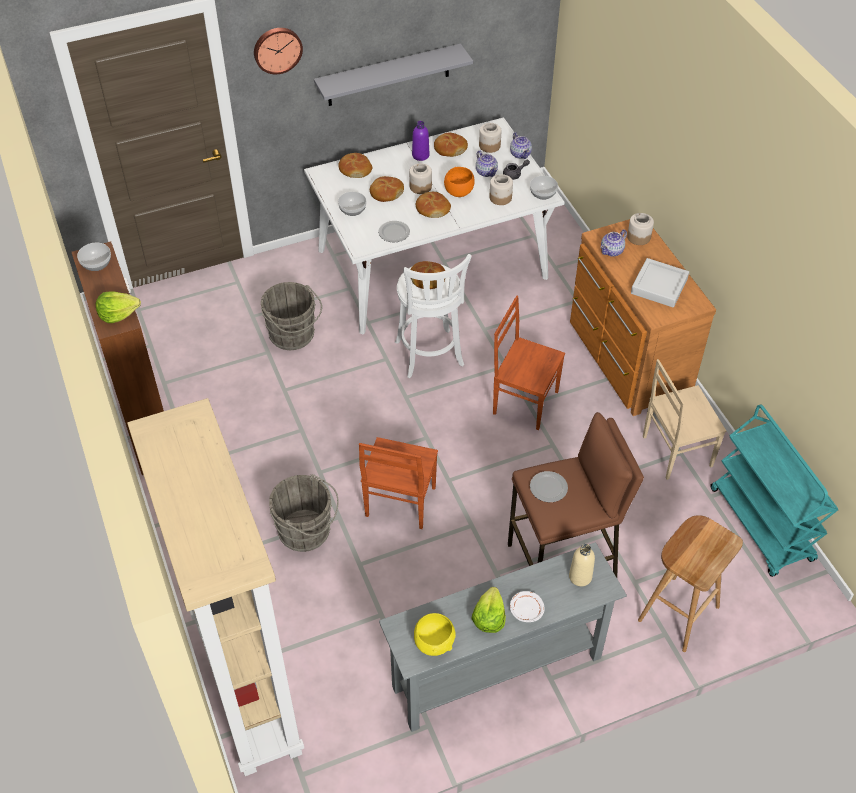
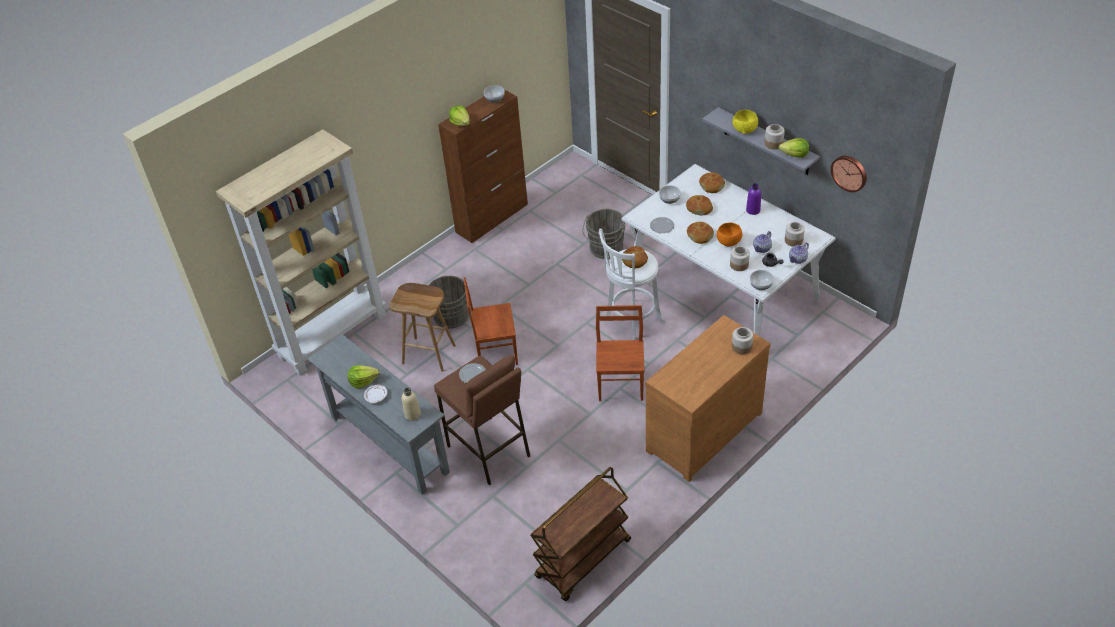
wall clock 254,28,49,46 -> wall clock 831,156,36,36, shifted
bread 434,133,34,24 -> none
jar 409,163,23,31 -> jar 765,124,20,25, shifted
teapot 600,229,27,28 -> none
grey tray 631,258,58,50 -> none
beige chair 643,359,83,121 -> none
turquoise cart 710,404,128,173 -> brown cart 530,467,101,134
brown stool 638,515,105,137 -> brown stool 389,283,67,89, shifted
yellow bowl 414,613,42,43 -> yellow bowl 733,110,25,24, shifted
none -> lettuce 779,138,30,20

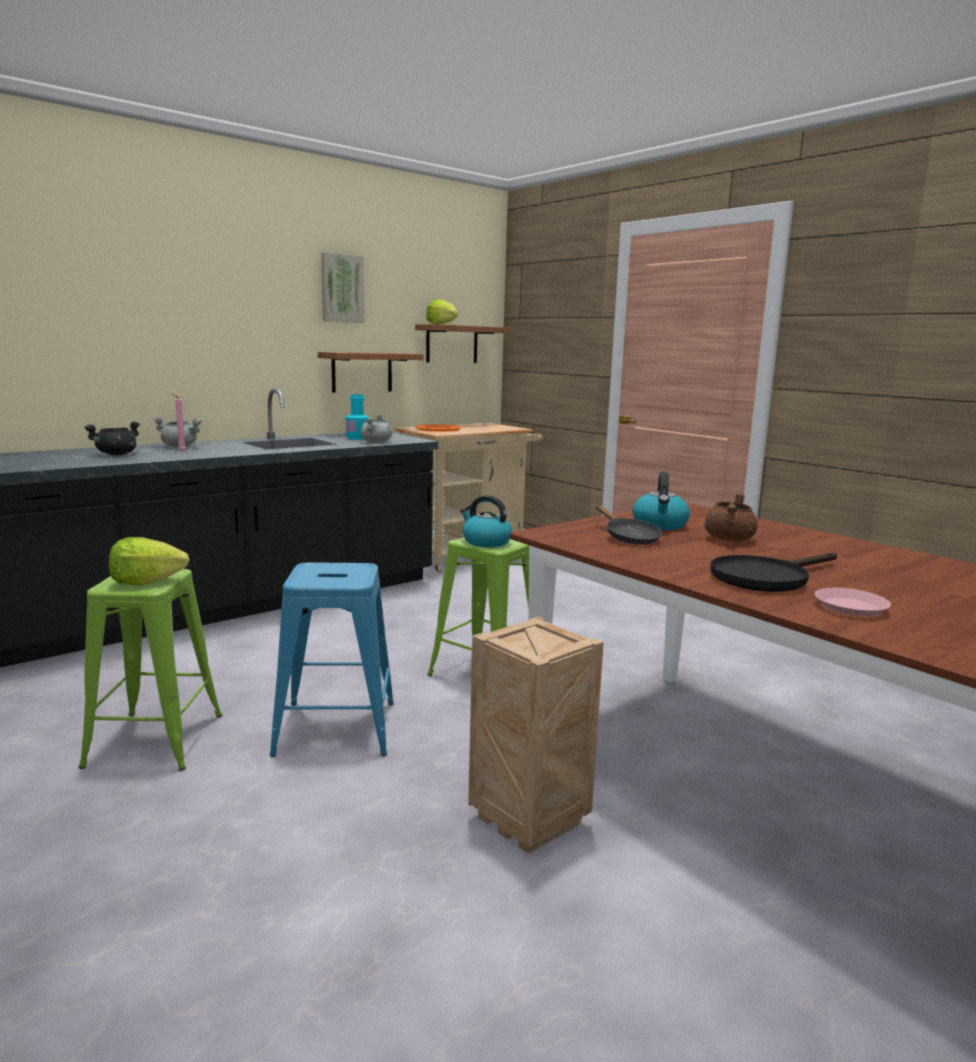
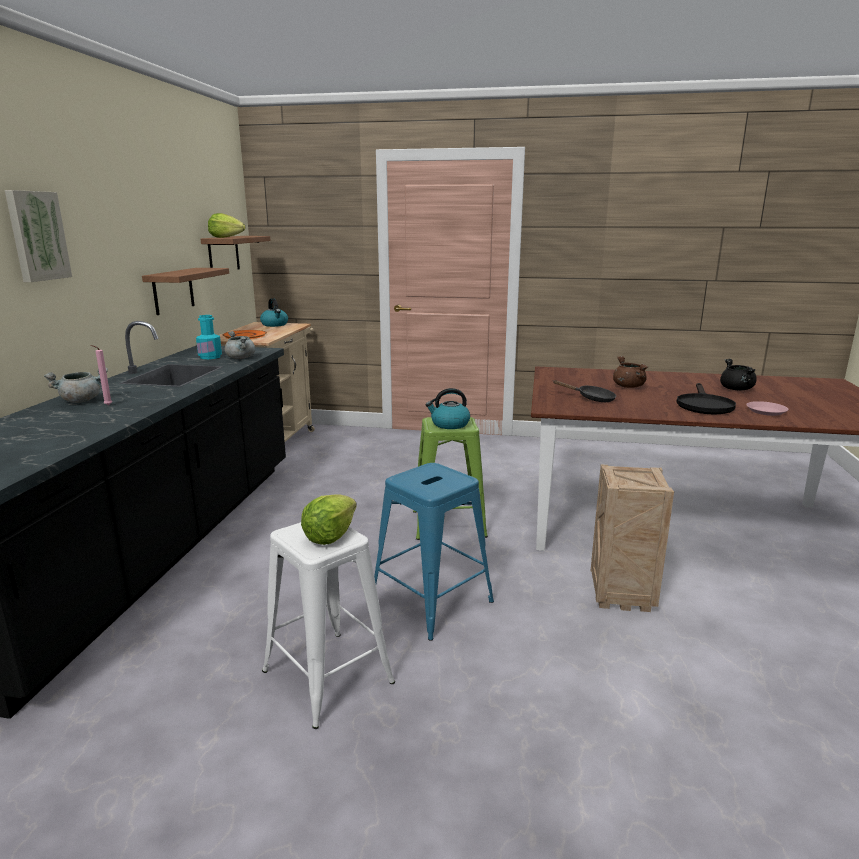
picture 321,252,43,71 -> picture 5,190,67,92, shifted
black cooking pot 84,421,56,34 -> black cooking pot 720,358,37,32, shifted
kettle 632,472,58,58 -> kettle 260,298,28,29, shifted
green stool 78,569,144,202 -> white stool 262,522,133,207

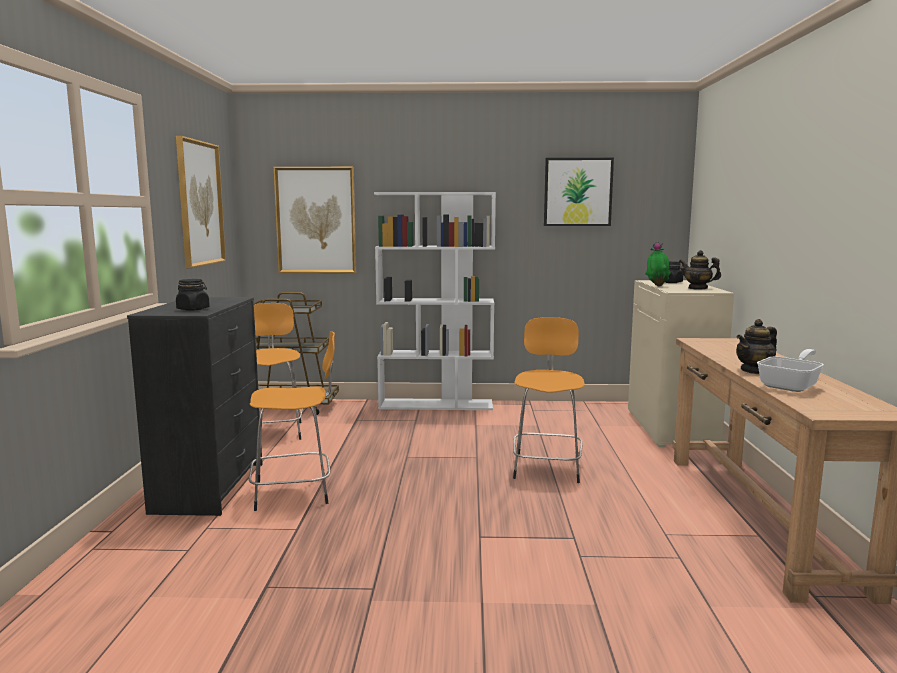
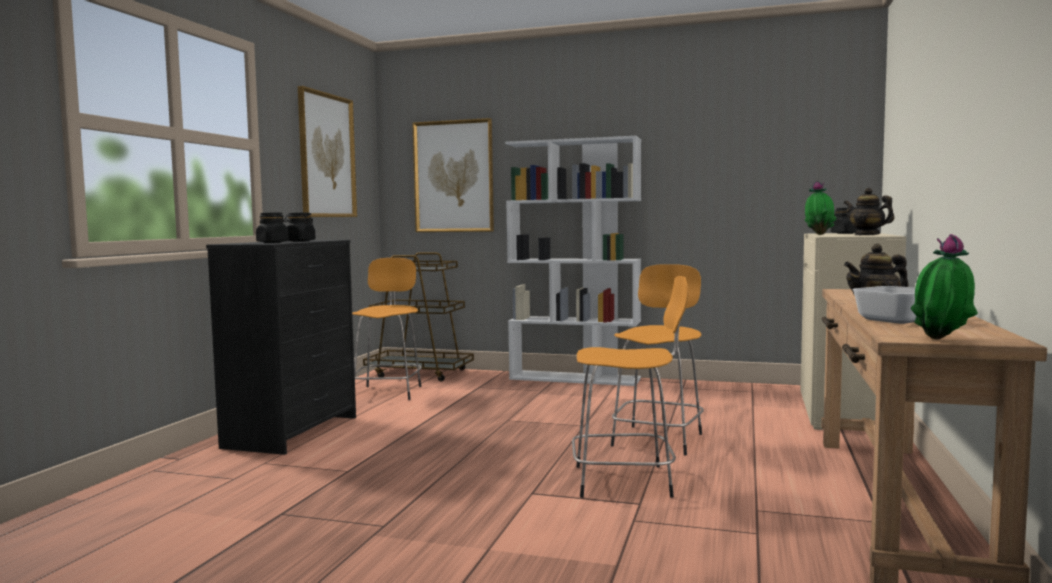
picture 544,158,70,68 -> none
orange stool 249,331,86,180 -> orange stool 572,276,117,222, shifted
none -> black jar 284,213,32,29
none -> potted plant 910,234,68,105

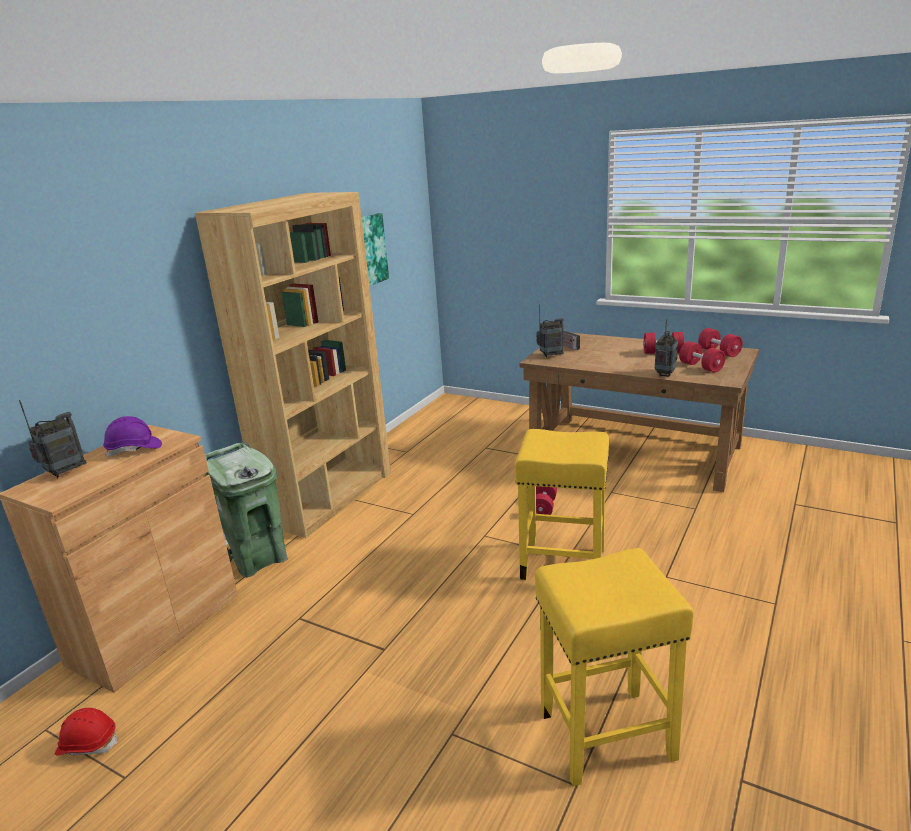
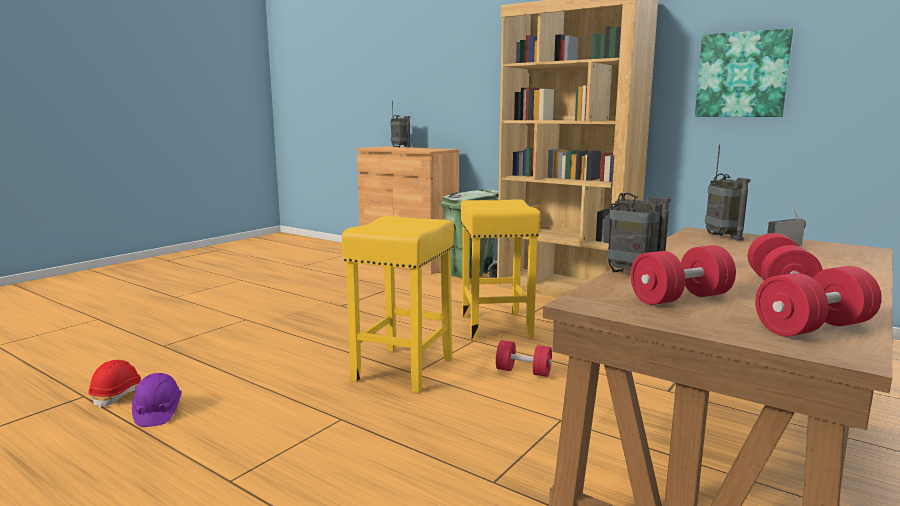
purple hard hat 103,416,59,41 -> purple hard hat 132,373,50,54, shifted
yellow stool 535,548,159,238 -> yellow stool 461,199,79,141, shifted
red hard hat 55,708,63,48 -> red hard hat 88,360,53,48, shifted

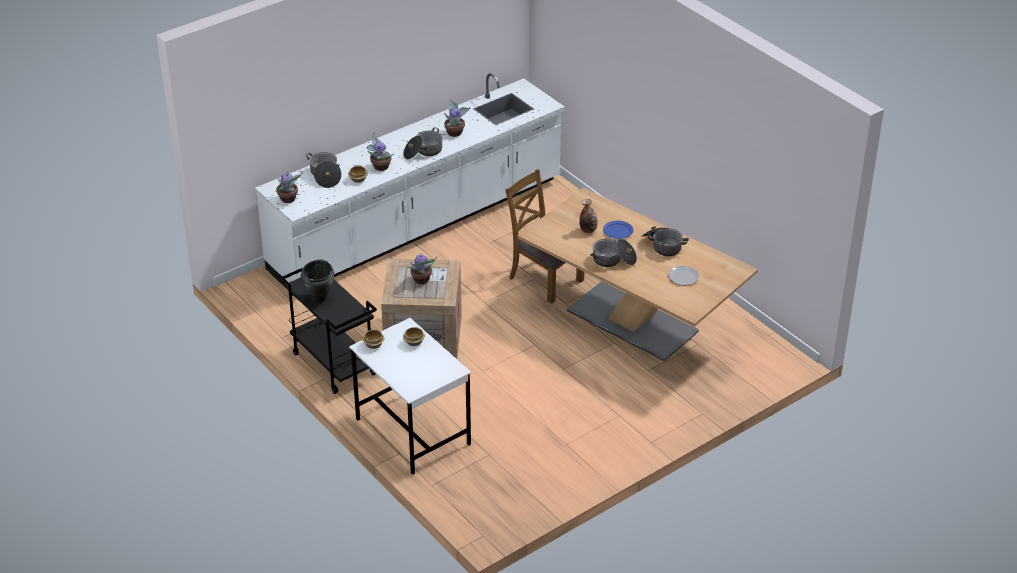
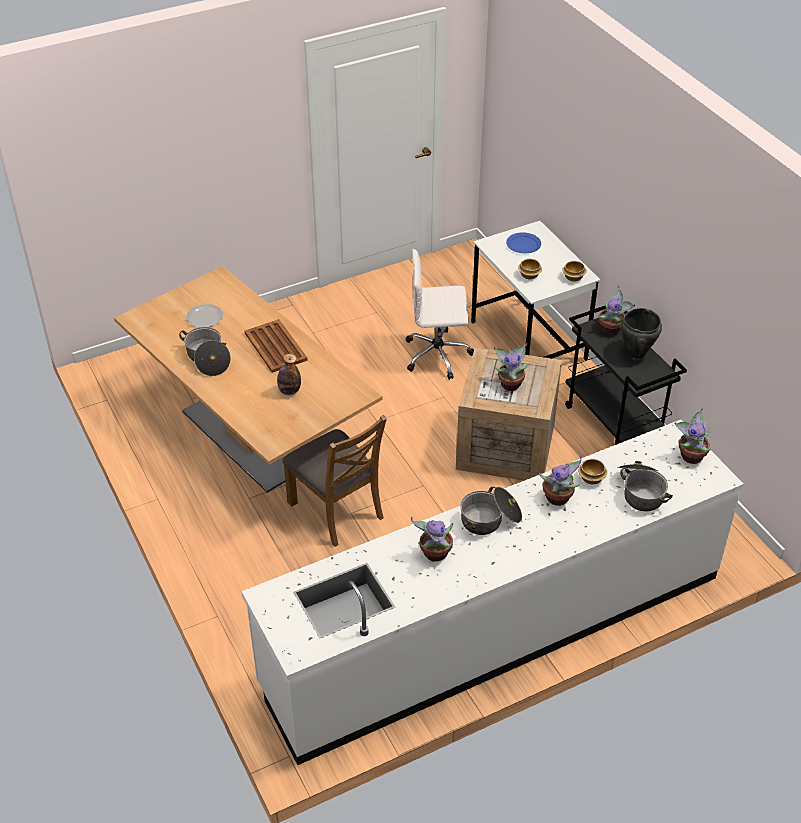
blue plate 603,221,30,18 -> blue plate 506,232,35,21, shifted
cooking pot 590,239,47,28 -> brown tray 244,319,64,54
none -> white office chair 406,249,68,131
none -> potted plant 597,286,38,49

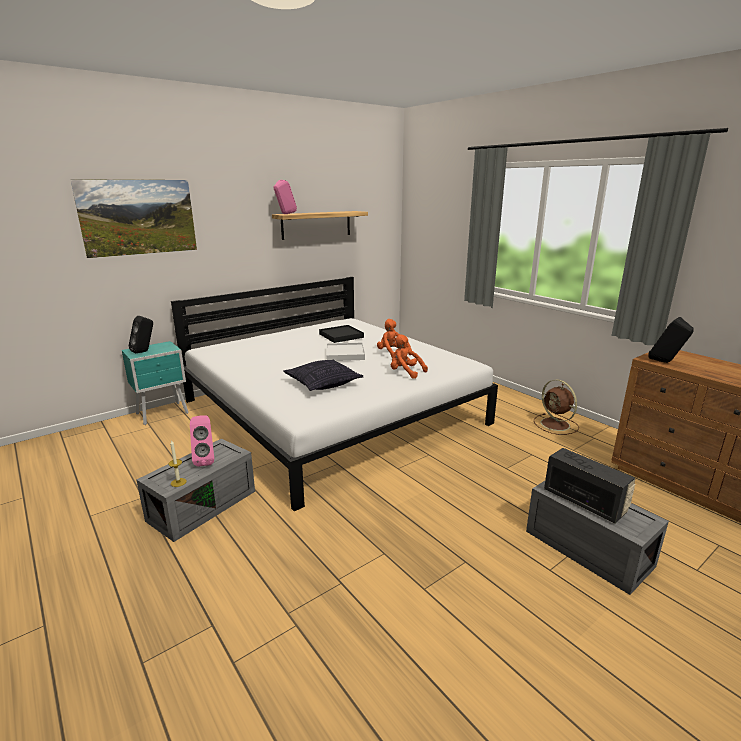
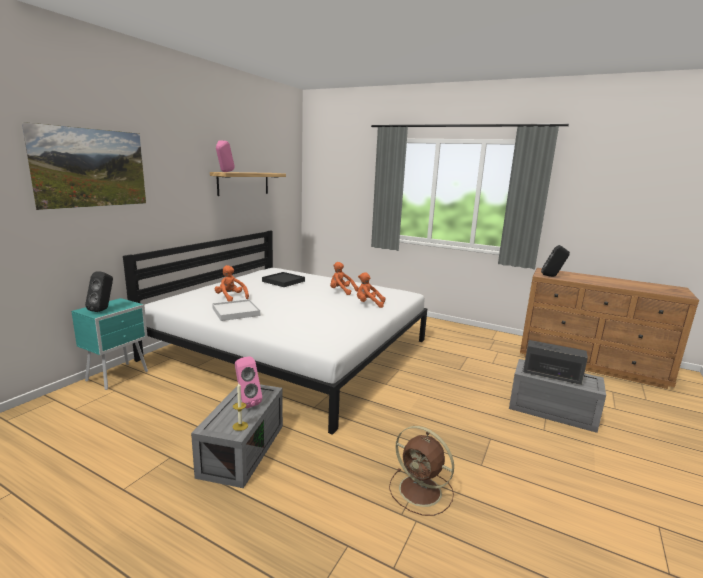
white tray 326,343,39,18 -> white tray 212,299,48,22, shifted
pillow 284,360,80,31 -> none
brown fan 534,379,45,56 -> brown fan 389,426,65,90, shifted
none -> orange plush toy 215,265,34,37

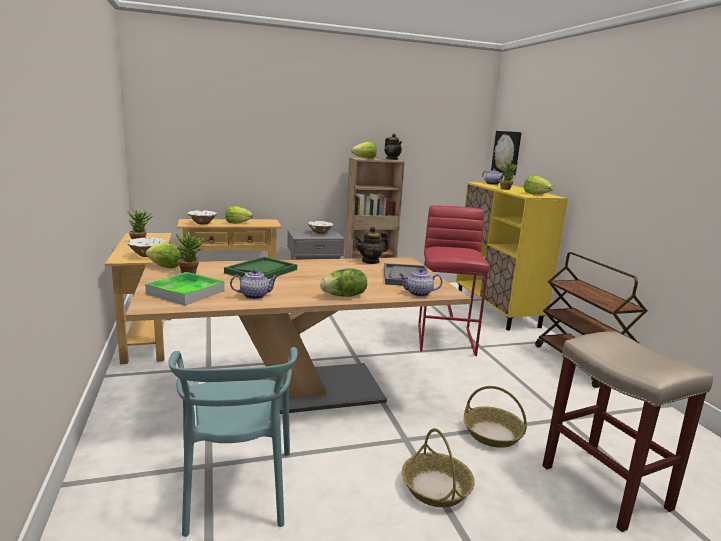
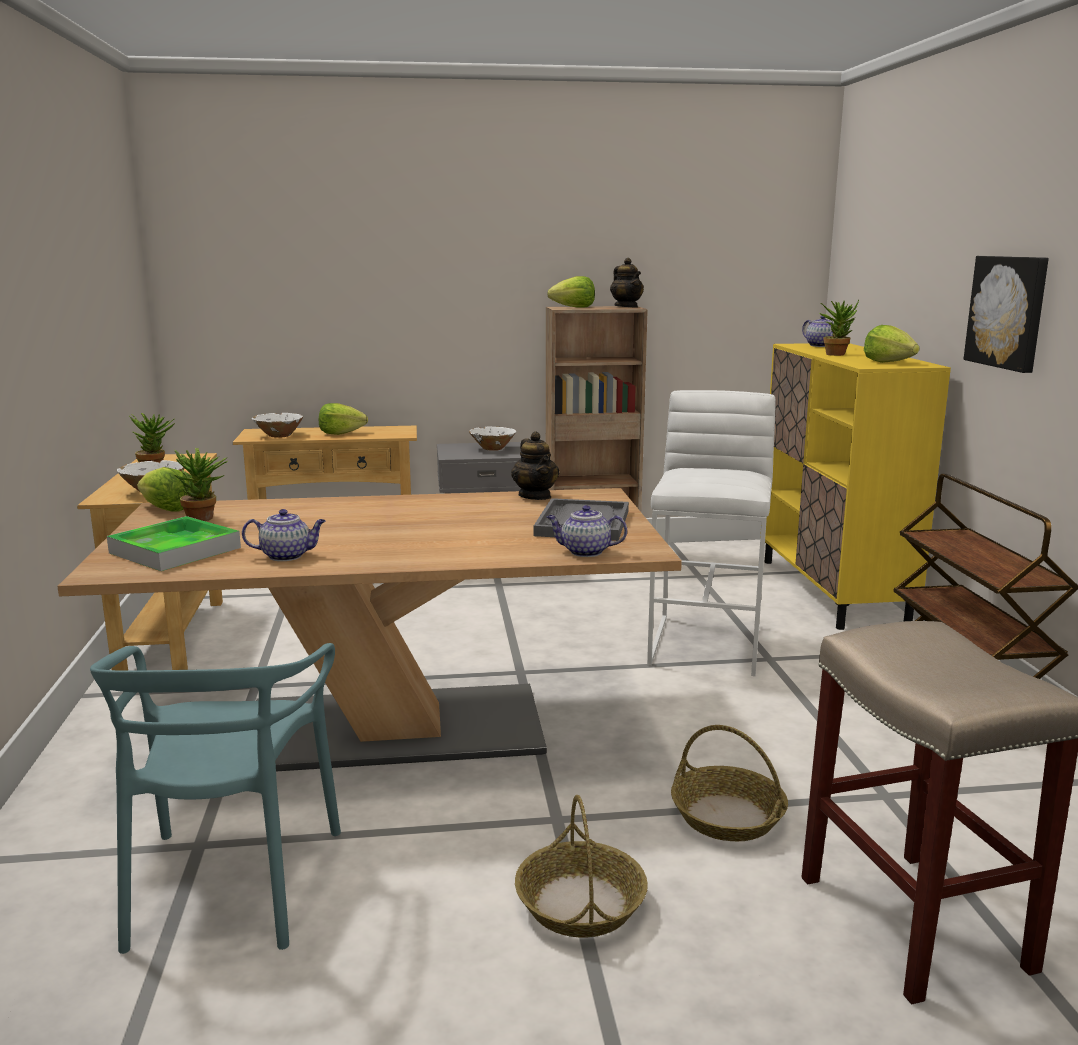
picture 491,131,31,44 -> picture 964,256,85,117, shifted
red stool 418,206,72,150 -> white stool 647,390,129,286
teapot 355,226,34,38 -> teapot 511,431,48,69, 90 degrees counterclockwise
green tray 224,257,73,22 -> none
lettuce 320,268,47,29 -> none

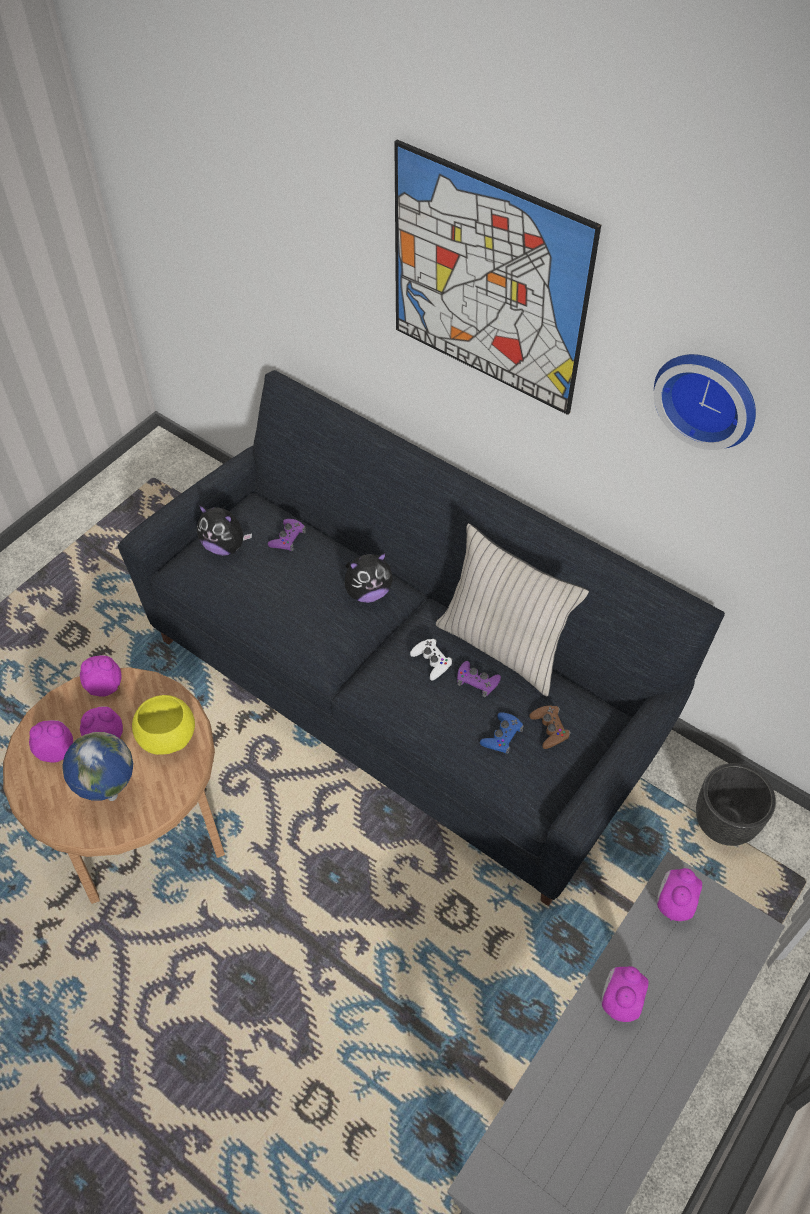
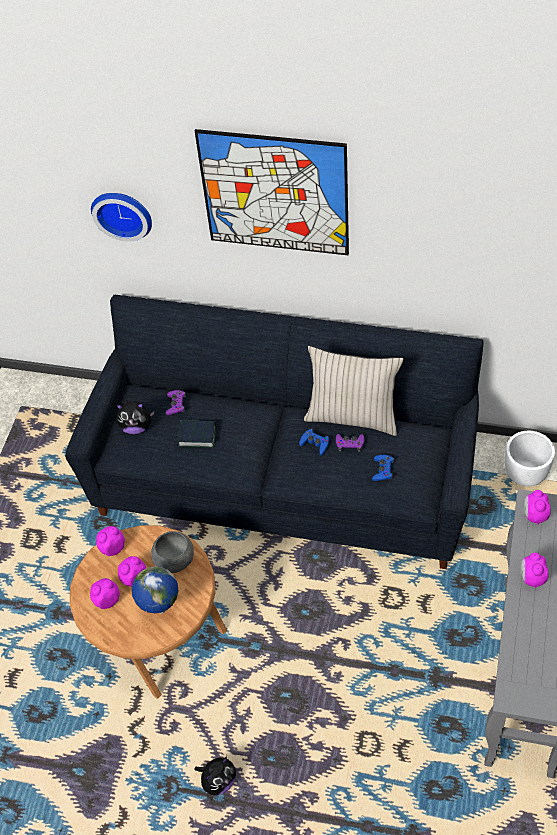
wall clock 654,354,102,96 -> wall clock 91,193,61,49, shifted
plush toy 345,552,48,51 -> plush toy 195,754,41,41, shifted
white game controller 410,639,43,42 -> blue game controller 299,429,30,26
yellow bowl 132,695,63,60 -> grey bowl 151,531,43,42
brown game controller 529,705,42,44 -> none
black planter 696,763,80,83 -> white planter 505,431,50,55
none -> book 177,420,39,28

